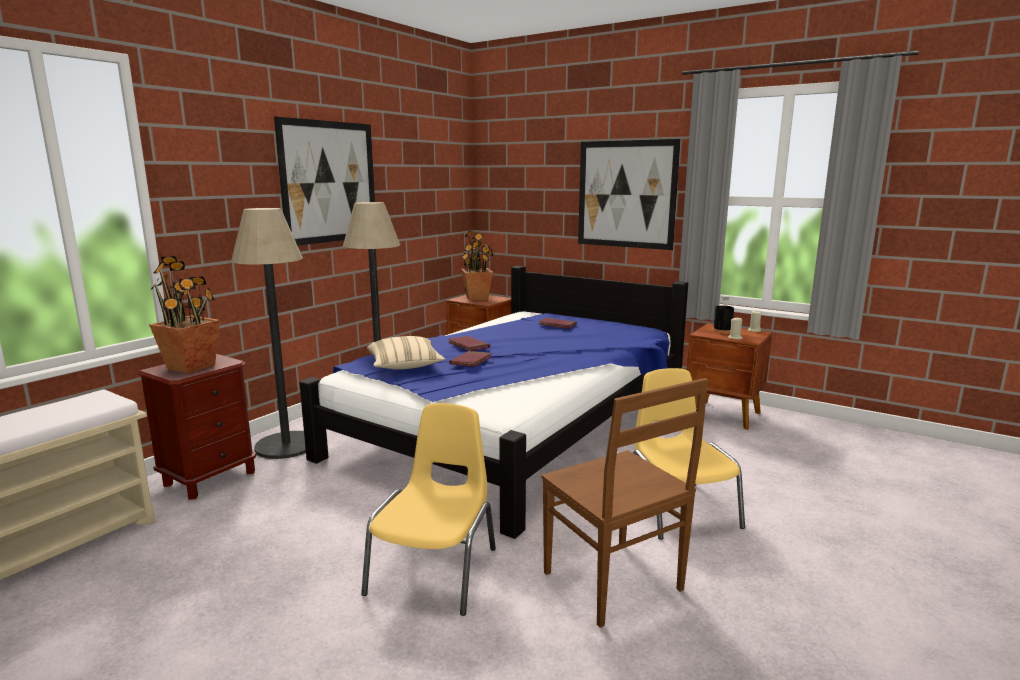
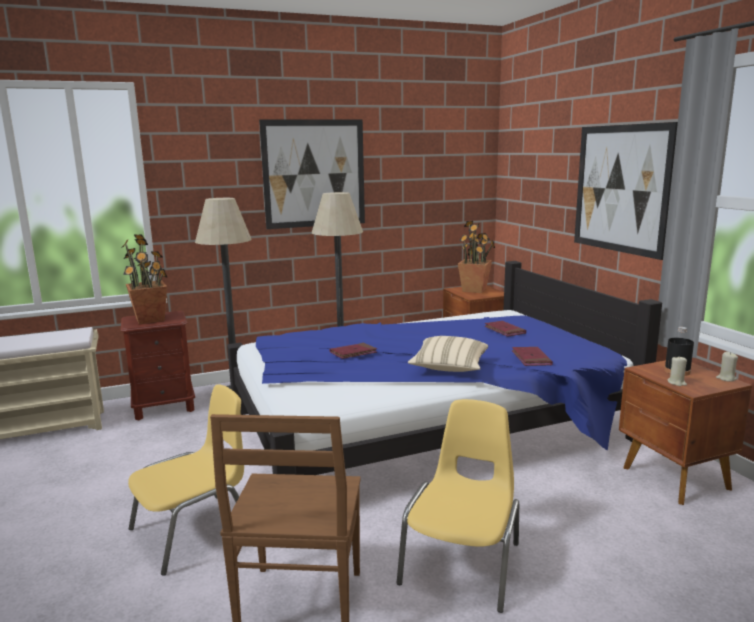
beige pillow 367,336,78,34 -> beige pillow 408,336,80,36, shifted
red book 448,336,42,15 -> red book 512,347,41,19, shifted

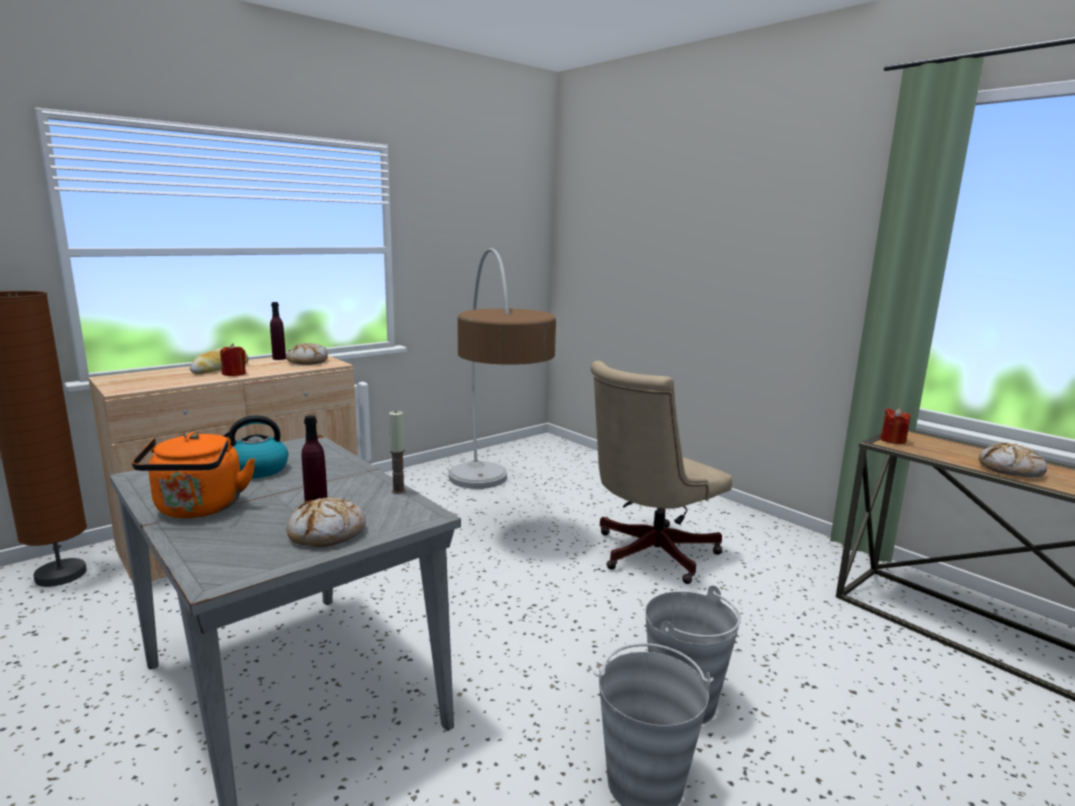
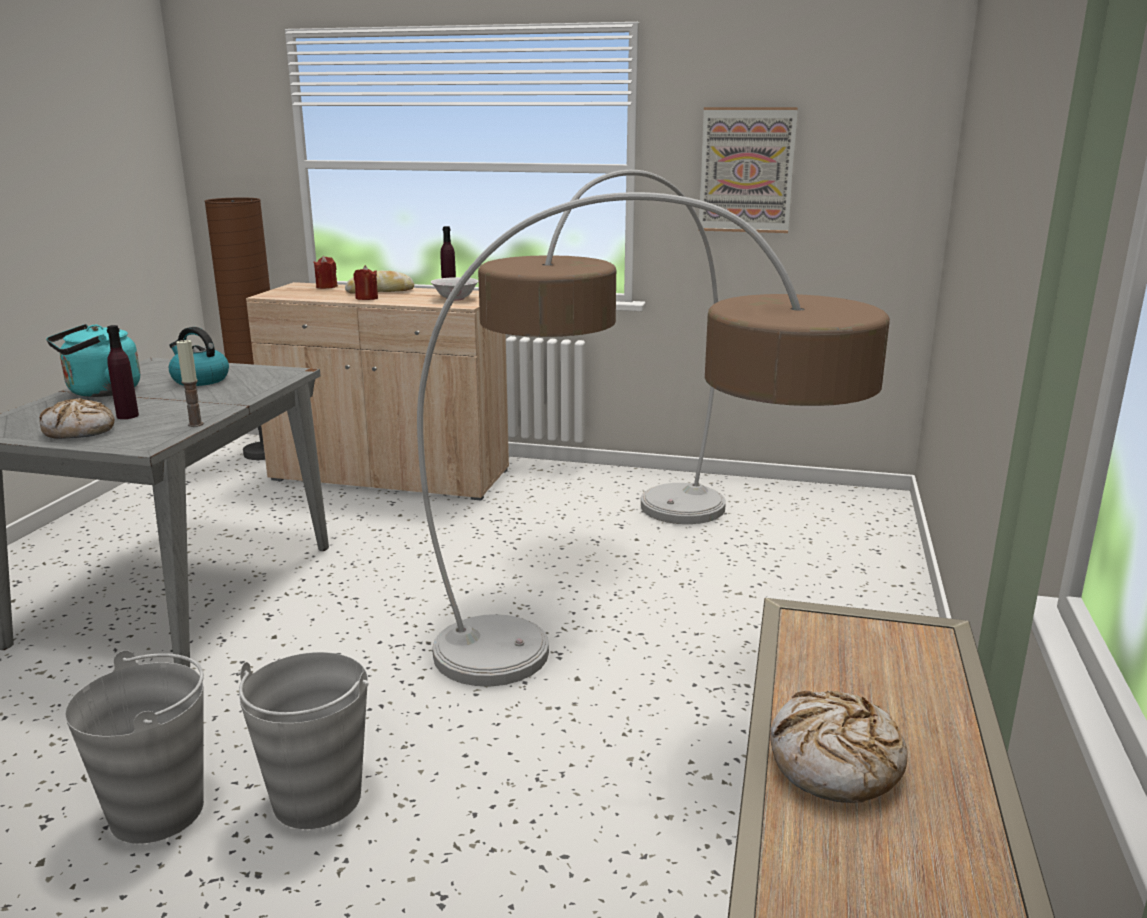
bread 286,343,42,22 -> white bowl 431,277,48,24
beige office chair 591,361,141,223 -> floor lamp 417,192,473,494
red candle 880,408,31,36 -> red candle 313,256,25,33, shifted
orange kettle 132,432,123,86 -> turquoise kettle 46,324,94,73
none -> picture 698,107,100,126

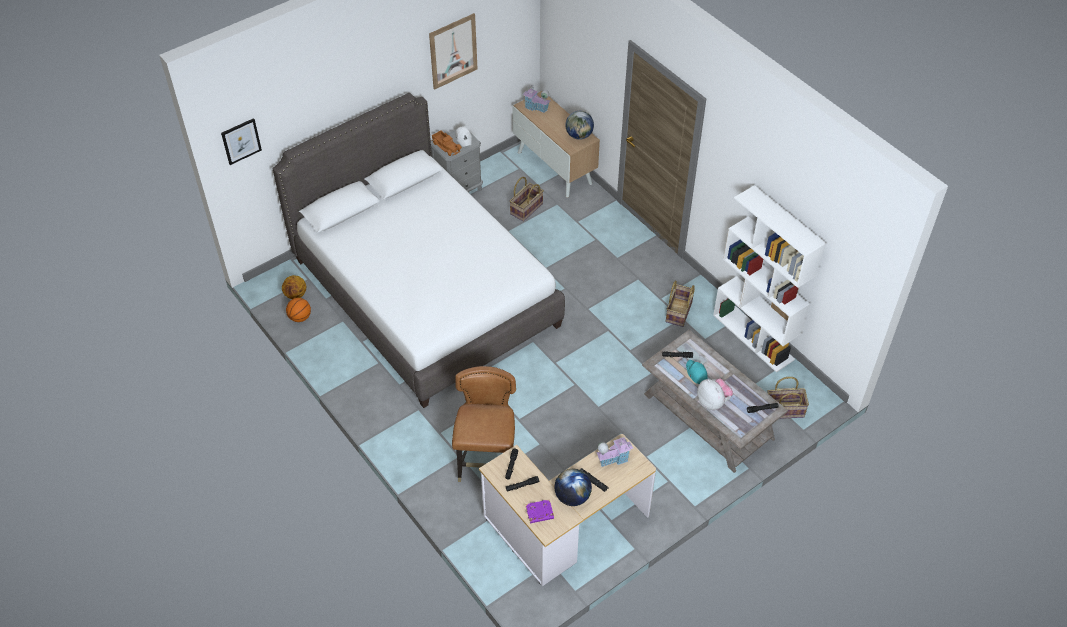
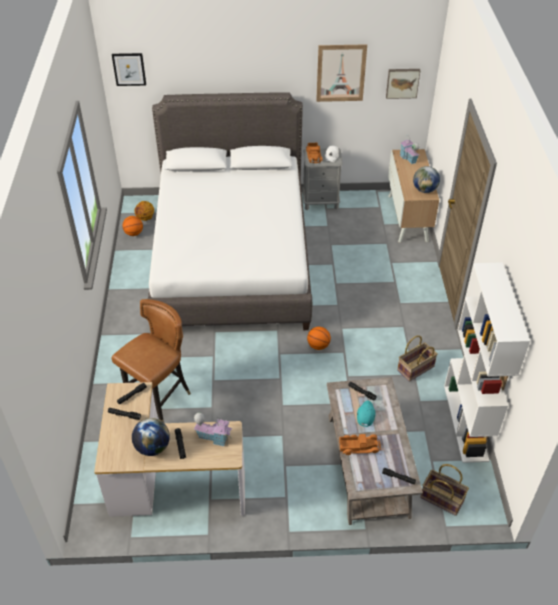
basket 510,177,34,45 -> none
plush toy 697,379,36,31 -> toy truck 339,434,42,21
purple book 525,500,29,23 -> none
none -> picture 386,69,34,30
none -> basketball 307,327,24,23

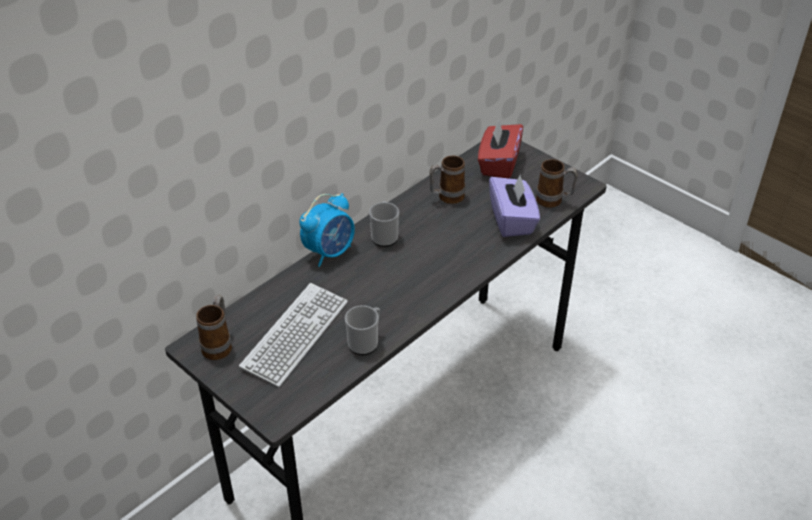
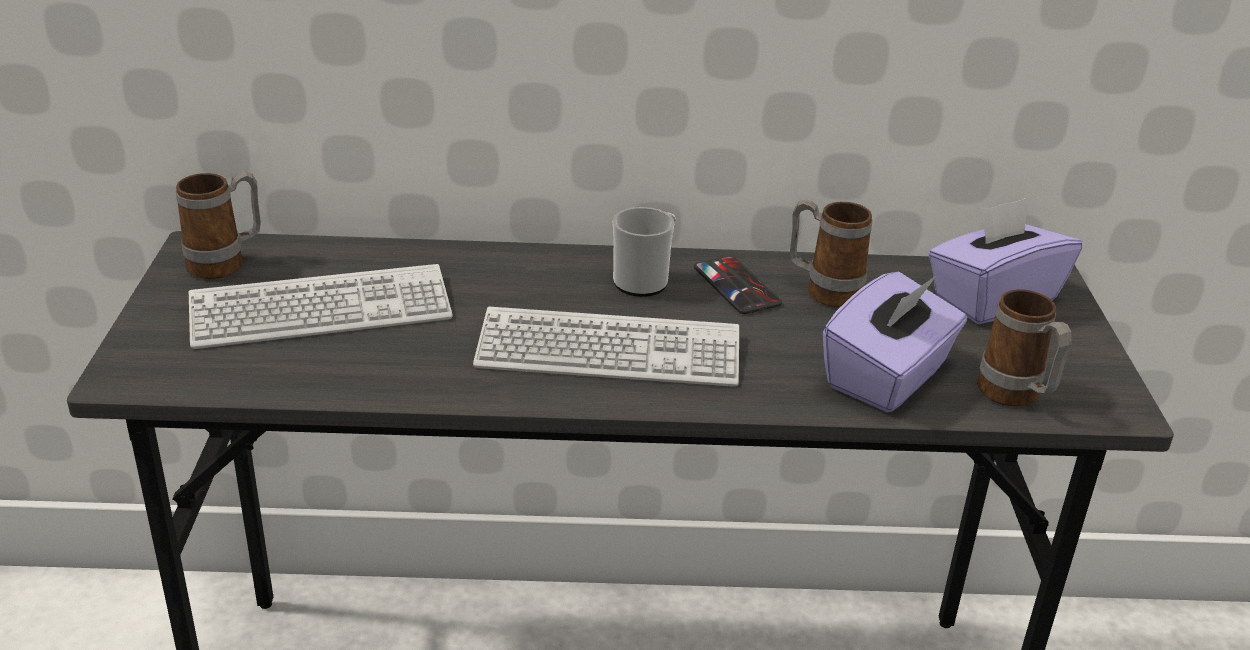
red tissue box 478,119,45,59 -> purple tissue box 928,198,154,126
alarm clock 299,193,56,74 -> none
mug 345,305,35,50 -> none
none -> phone 694,256,88,58
none -> keyboard 473,307,266,80

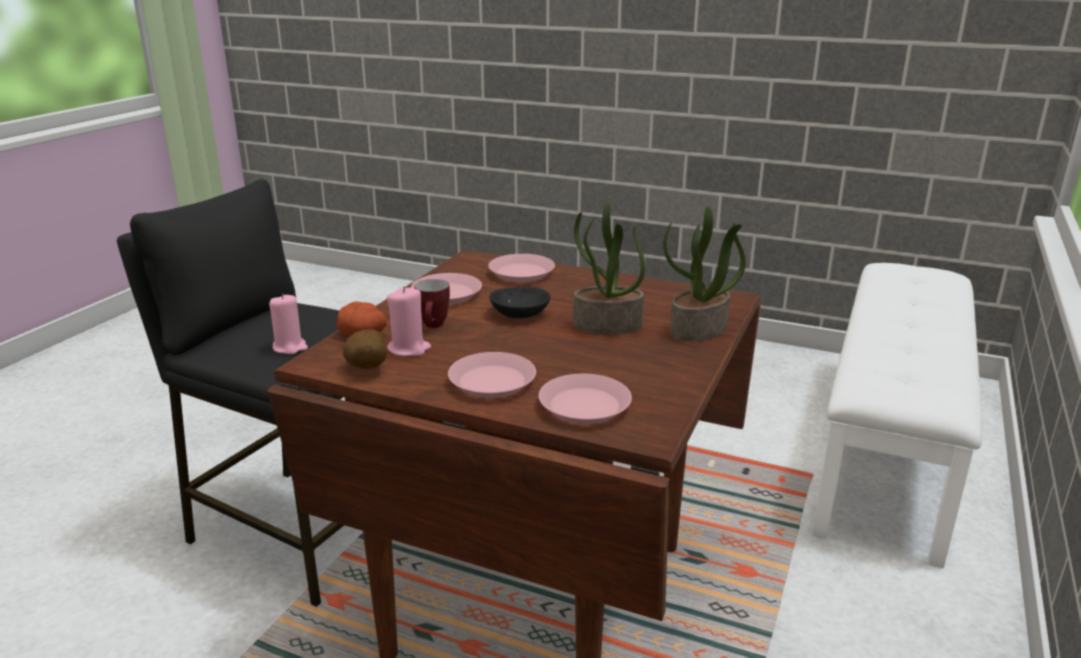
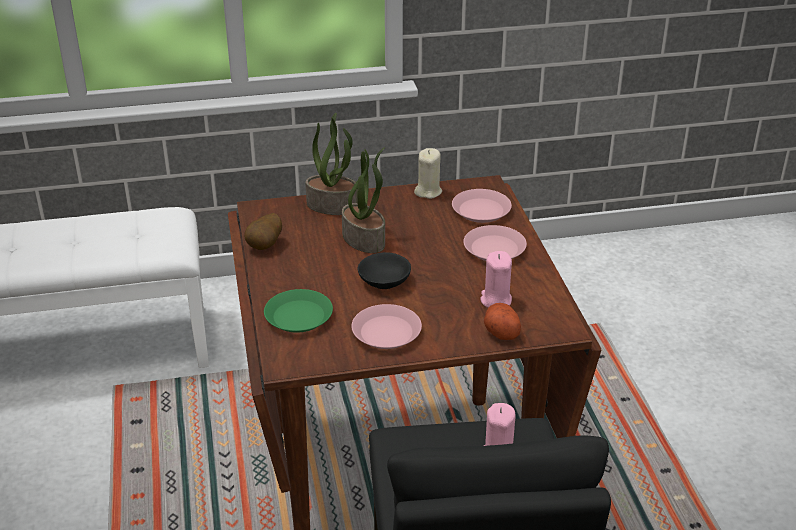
pink plate 488,254,67,28 -> green plate 264,289,69,44
mug 414,279,36,49 -> none
potato 343,329,44,40 -> potato 244,213,38,37, shifted
none -> beige candle 414,148,28,51

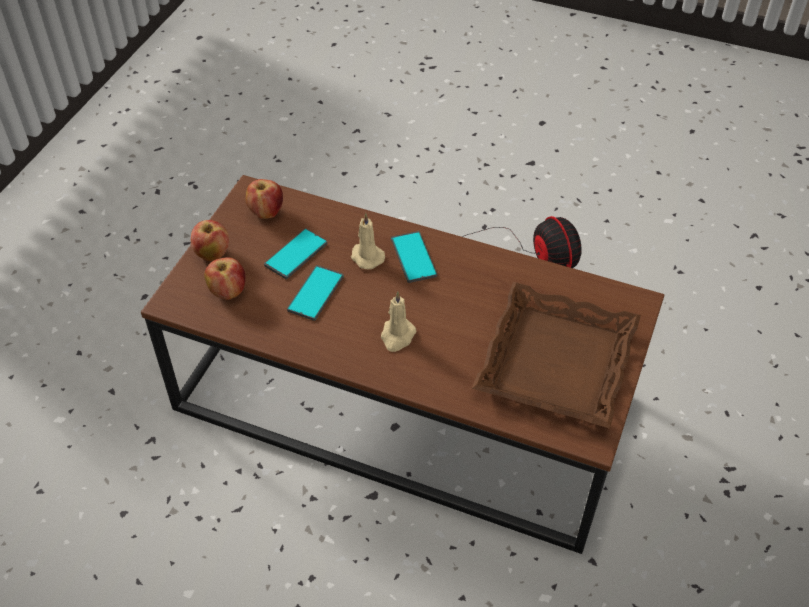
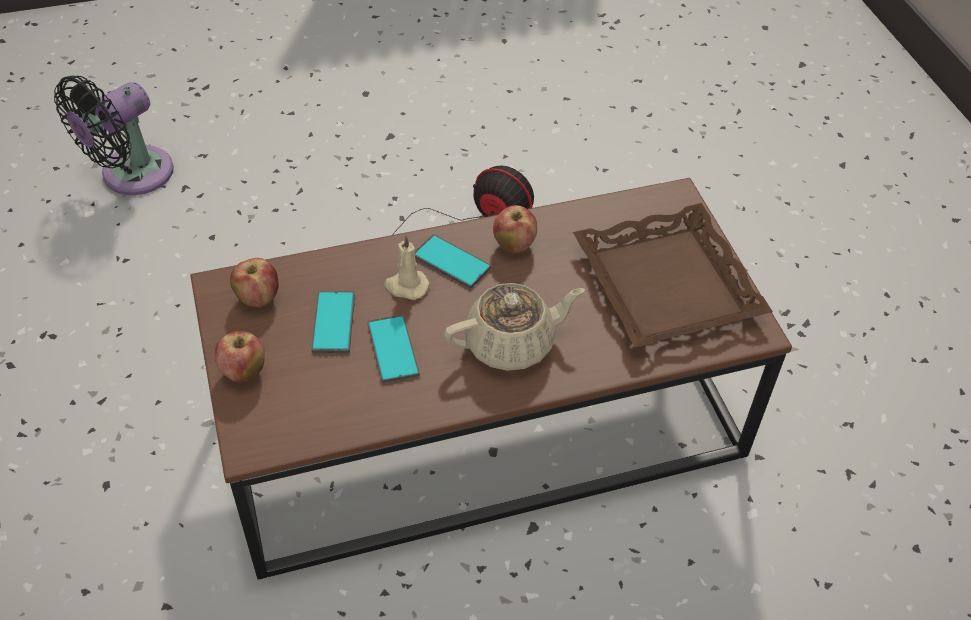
apple 204,257,41,43 -> apple 493,205,44,48, shifted
beige candle 381,291,36,61 -> beige teapot 444,283,141,88
none -> black fan 54,76,120,119

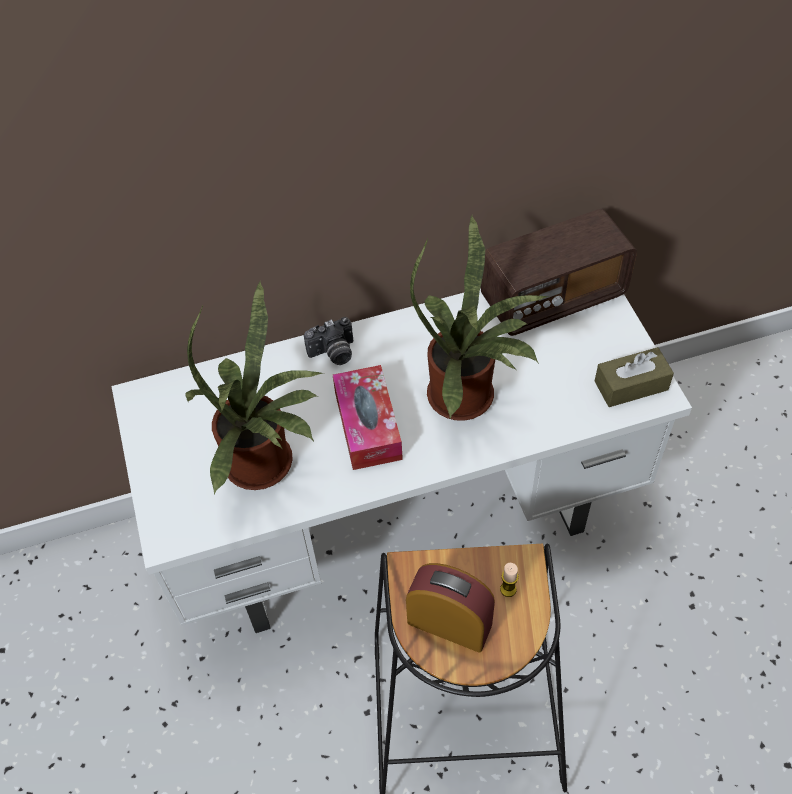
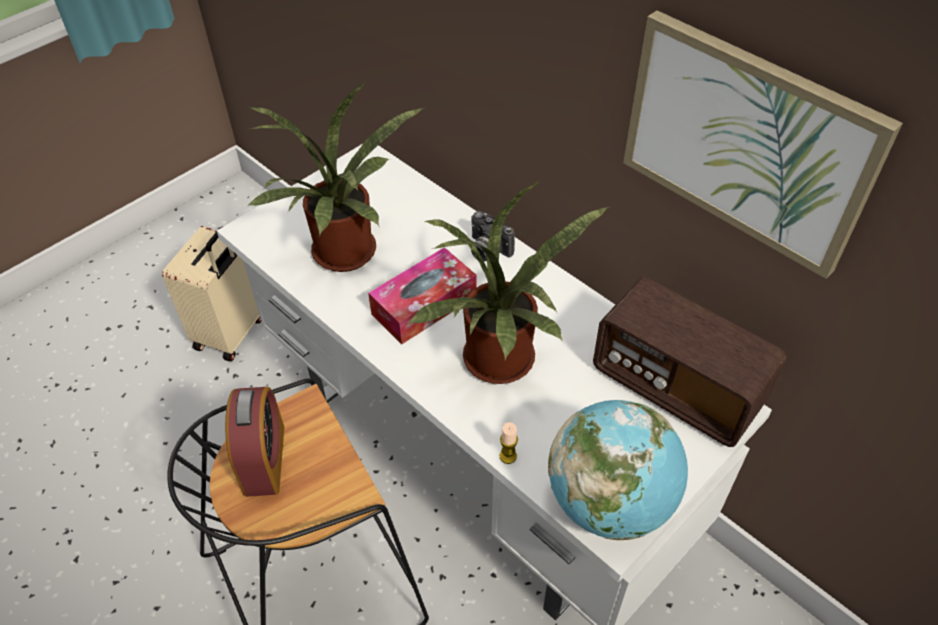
brown tissue box 595,347,79,60 -> globe 548,400,140,140
candle 500,563,19,34 -> candle 499,422,19,42, shifted
none -> picture 623,11,280,268
none -> beige suitcase 162,226,99,135

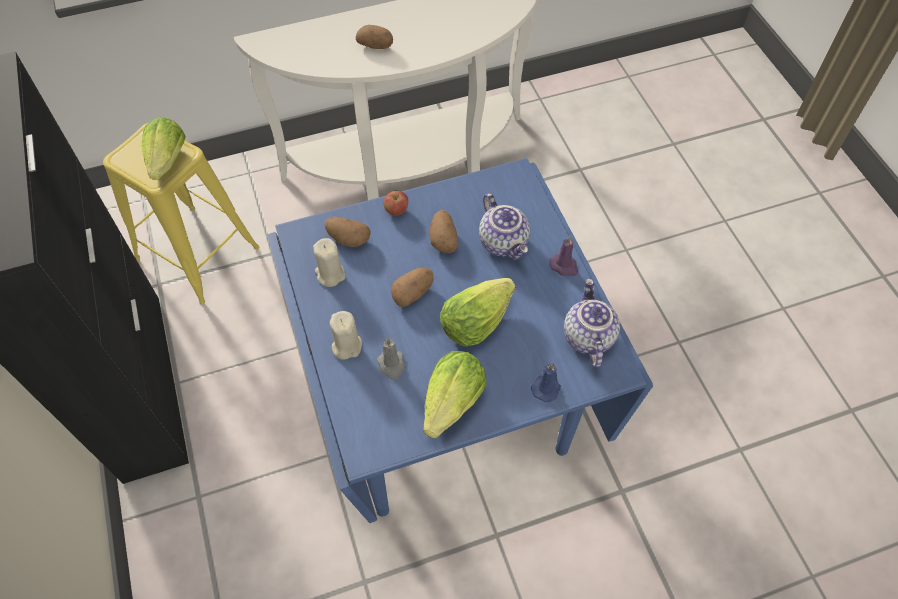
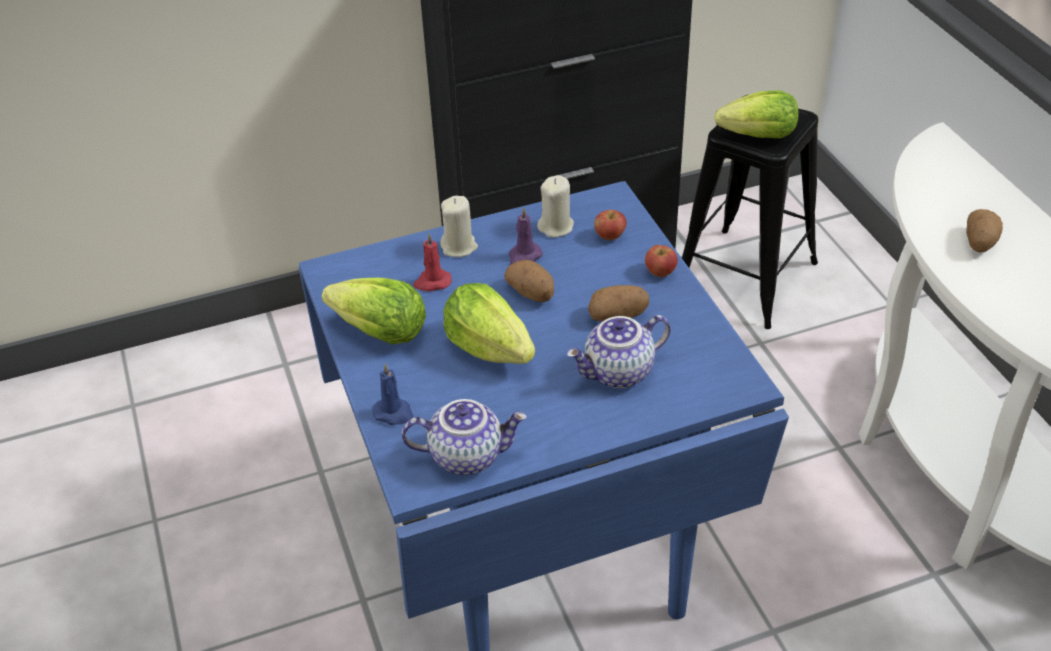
yellow stool 103,123,156,181 -> black stool 682,95,136,234
potato 325,217,46,30 -> apple 594,210,33,30
purple candle 549,236,29,40 -> purple candle 509,207,34,58, shifted
grey candle 377,338,28,42 -> red candle 413,233,39,58

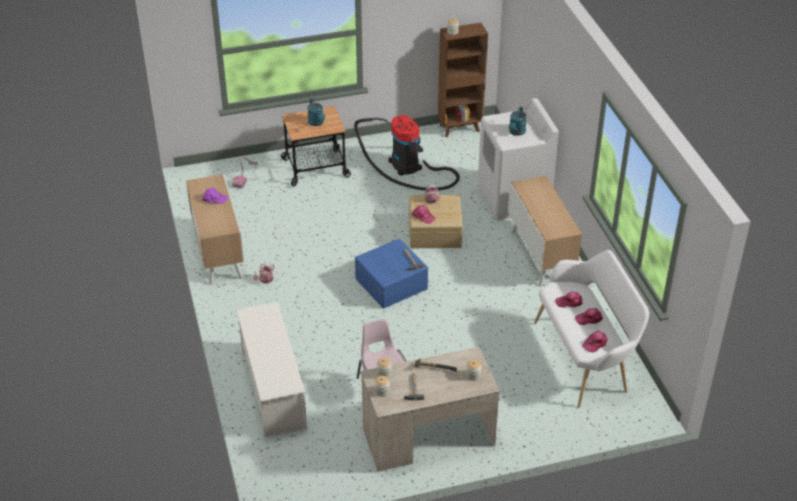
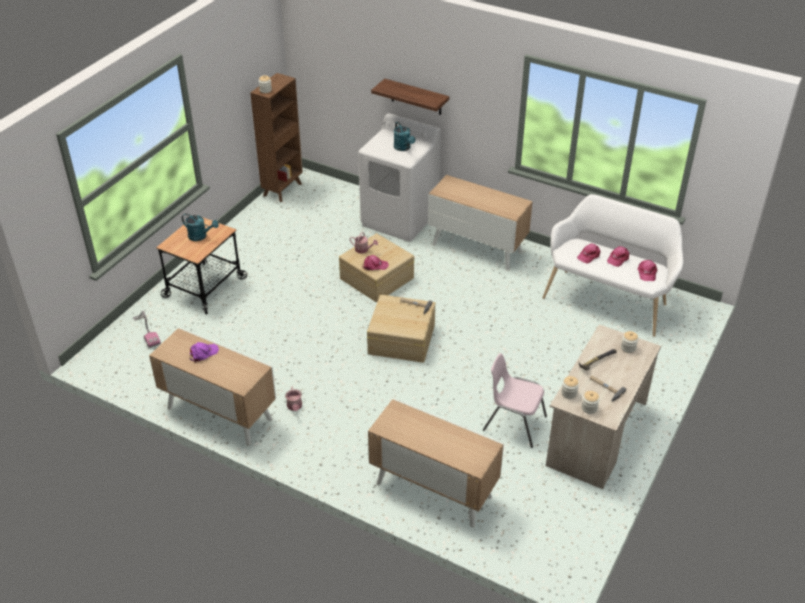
vacuum cleaner 354,115,106,75 -> none
blue storage box 355,239,73,70 -> beige storage box 367,295,68,68
white shoe rack 236,302,71,135 -> cabinet 368,398,136,129
none -> shelf 371,79,78,36

